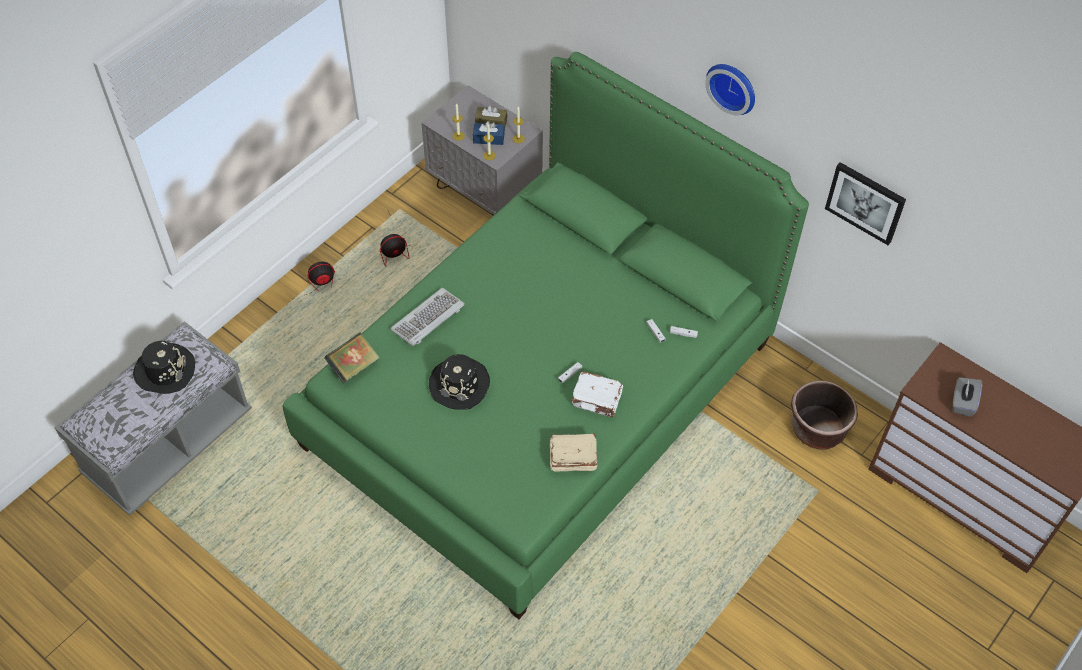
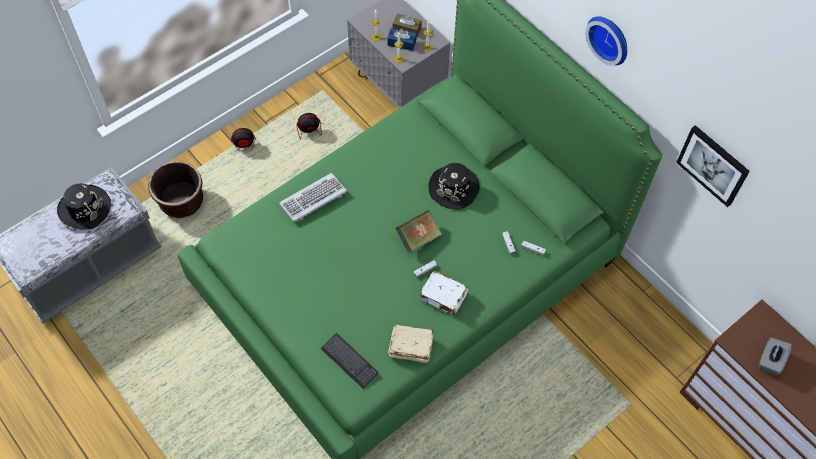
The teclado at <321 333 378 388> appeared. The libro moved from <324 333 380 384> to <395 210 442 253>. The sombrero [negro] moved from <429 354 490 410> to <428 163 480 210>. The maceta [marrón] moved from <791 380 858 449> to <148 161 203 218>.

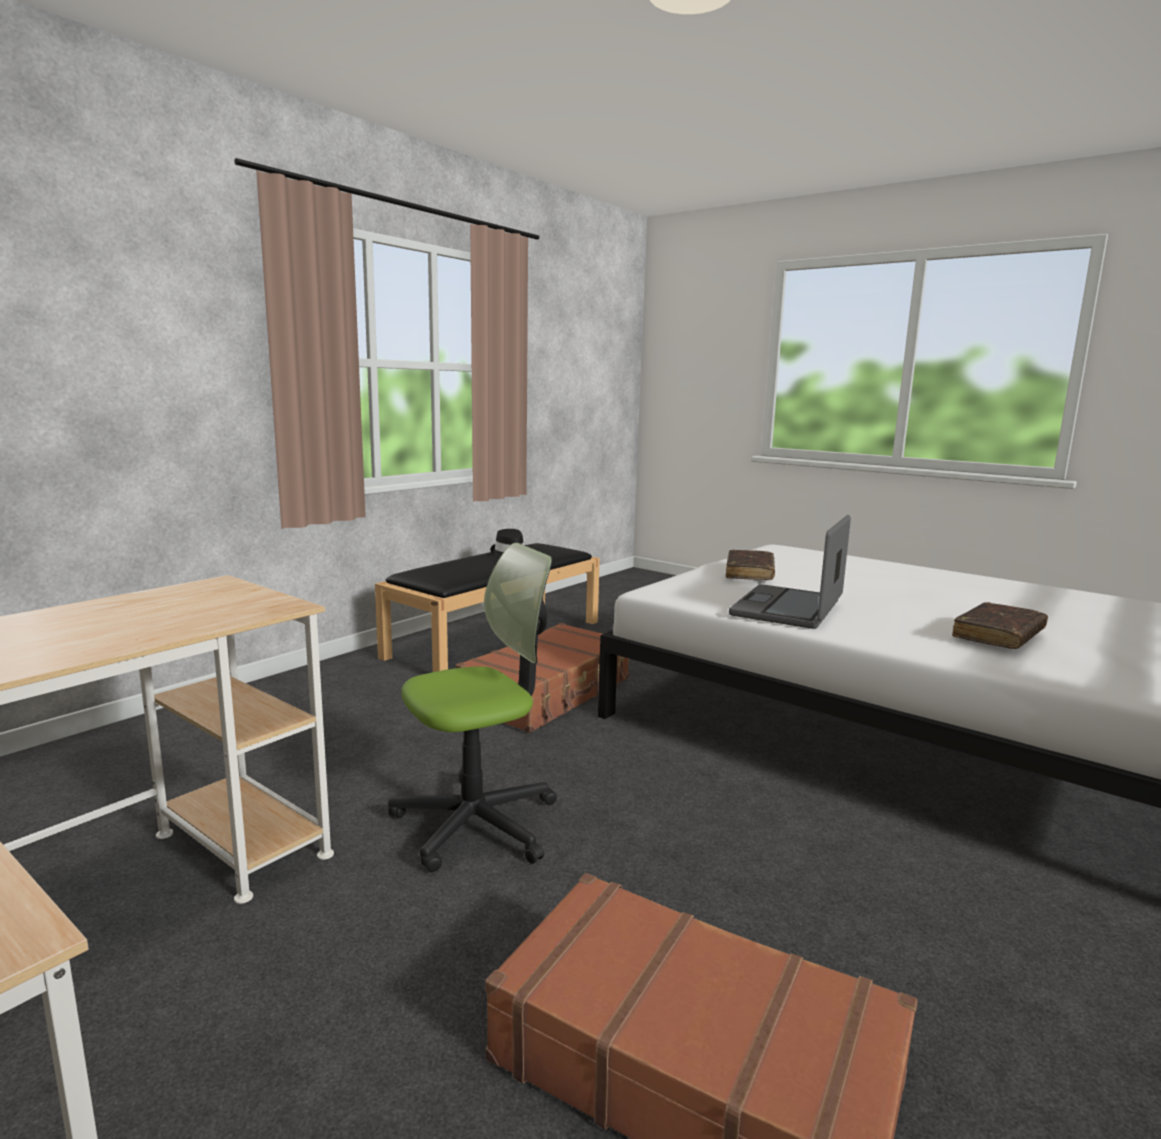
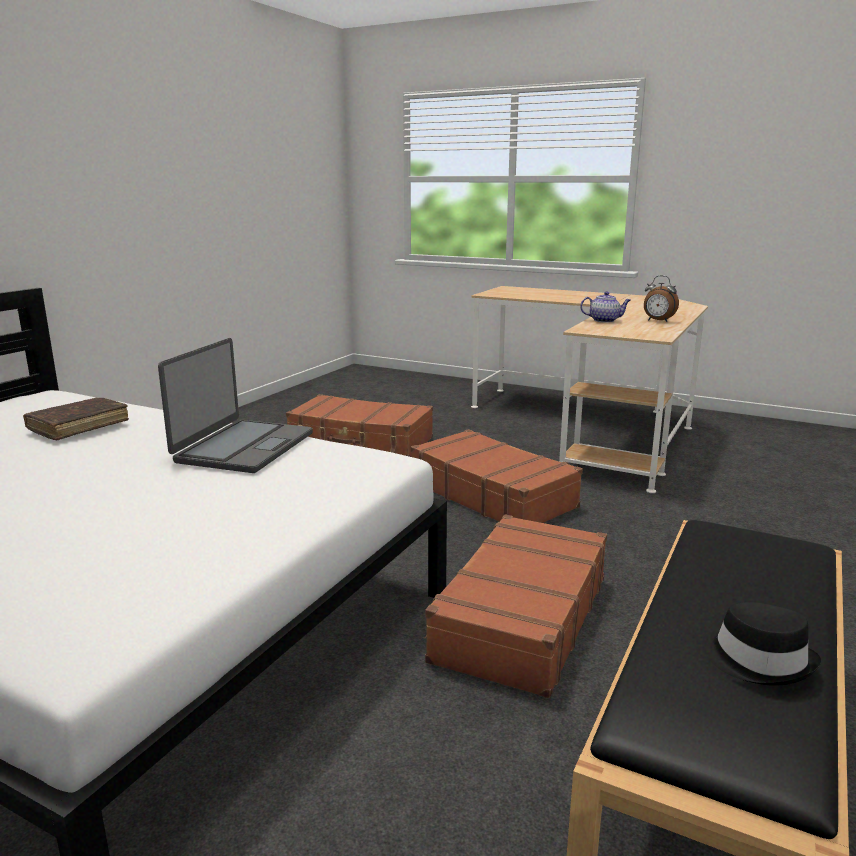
The libro [marrón] at <726 550 775 580> disappeared. The tetera at <580 291 631 323> appeared. The despertador at <644 275 679 322> appeared. The silla de oficina at <388 543 557 872> was replaced by the maleta [marrón] at <411 429 583 523>.

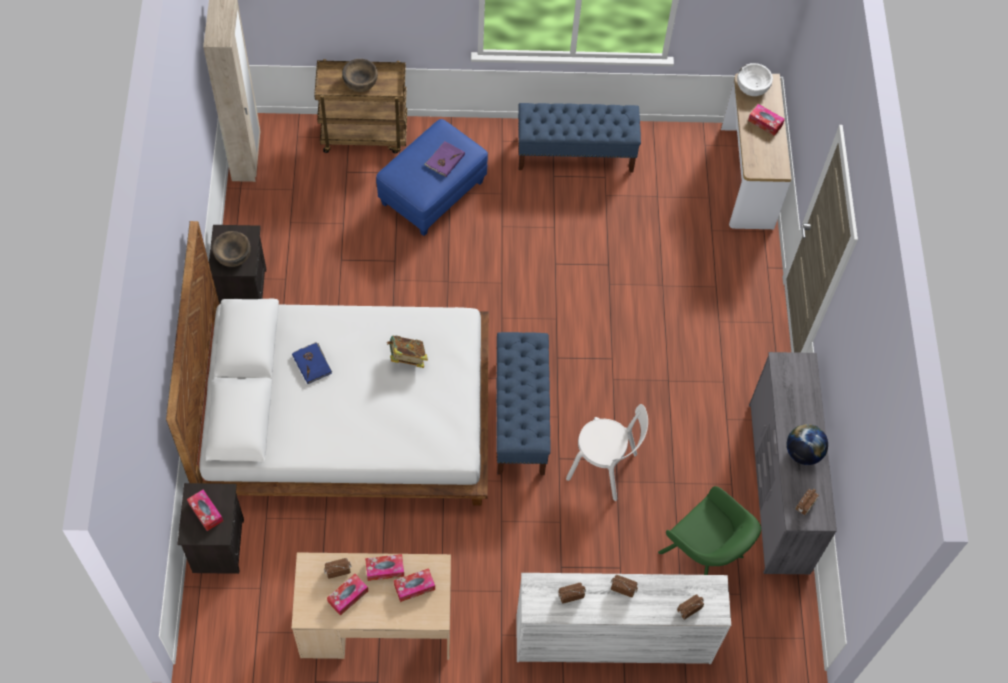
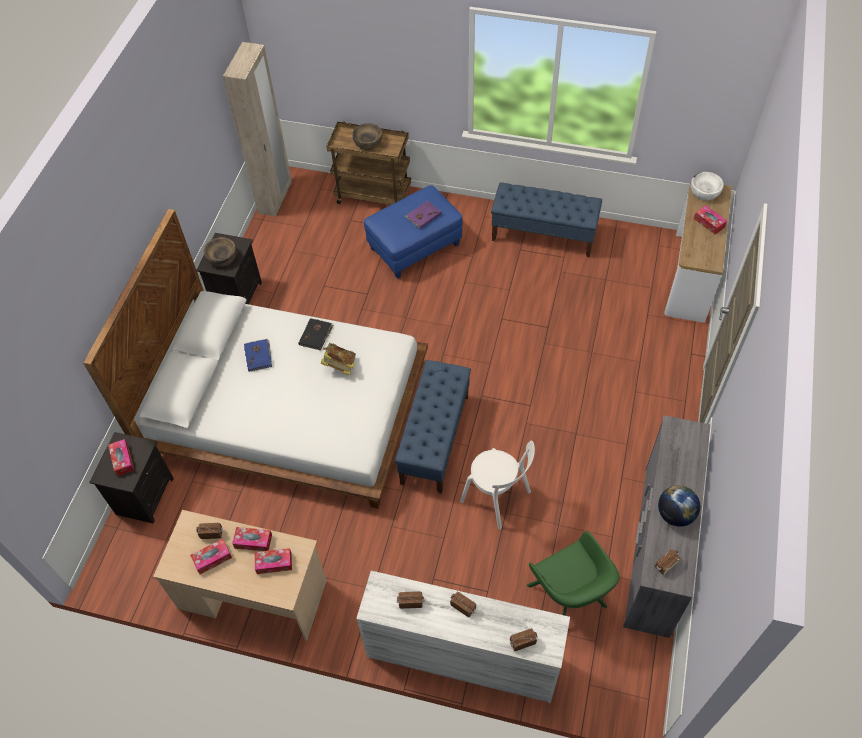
The libro [negro] at <299 318 334 350> appeared.

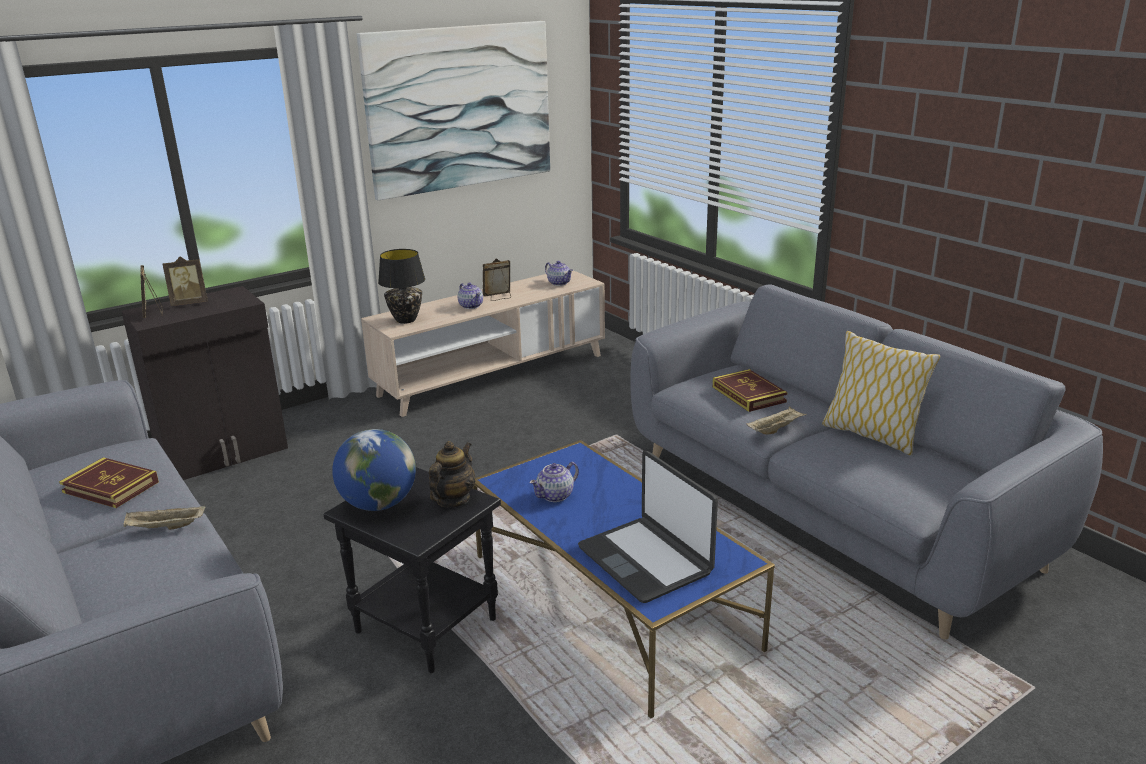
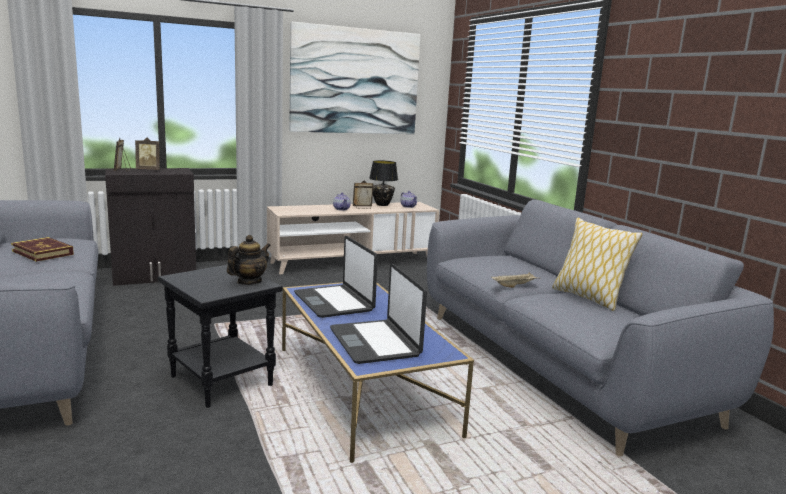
The bandeja [beis] at <124 505 205 530> disappeared. The globo terráqueo at <332 429 416 511> disappeared. The libro at <713 369 787 412> disappeared. The lámpara de mesa [negro] moved from <378 249 425 324> to <369 160 398 206>. The tetera at <529 462 579 502> was replaced by the portátil at <294 236 378 318>.

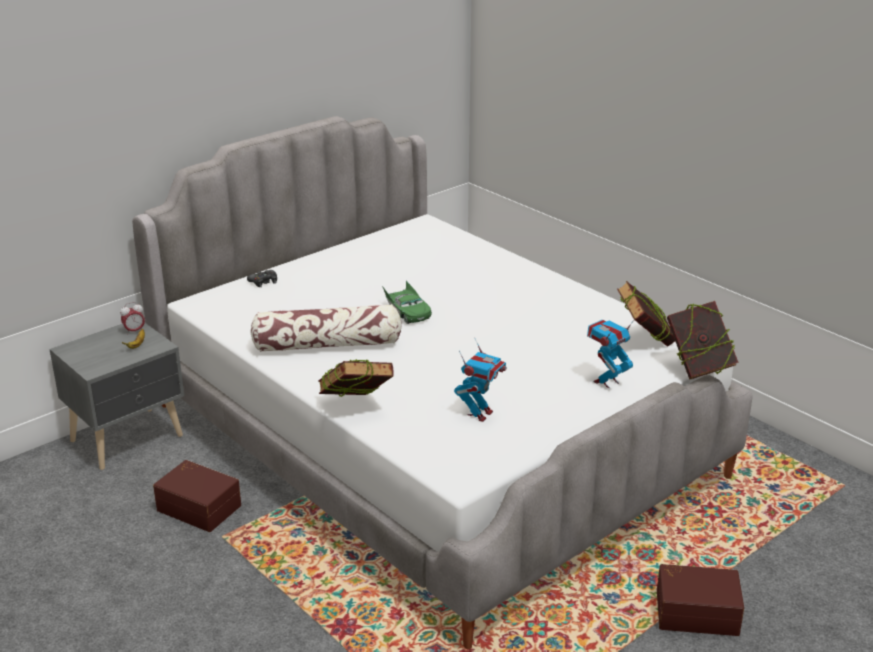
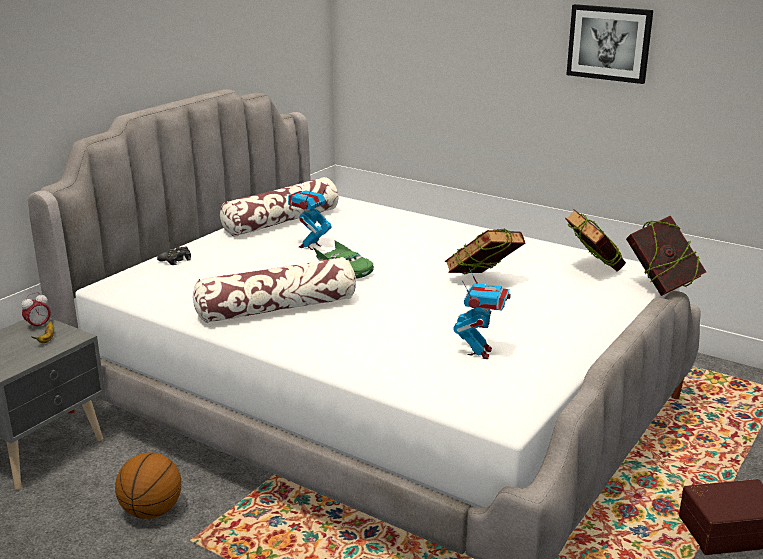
The cojín at <220 177 339 237> appeared. The cuadro at <566 4 653 84> appeared. The libro moved from <318 359 394 397> to <445 228 525 274>. The robot de juguete moved from <587 319 635 388> to <288 183 331 250>. The caja de almacenaje [marrón] at <153 460 241 532> was replaced by the balón de baloncesto at <115 452 182 519>.

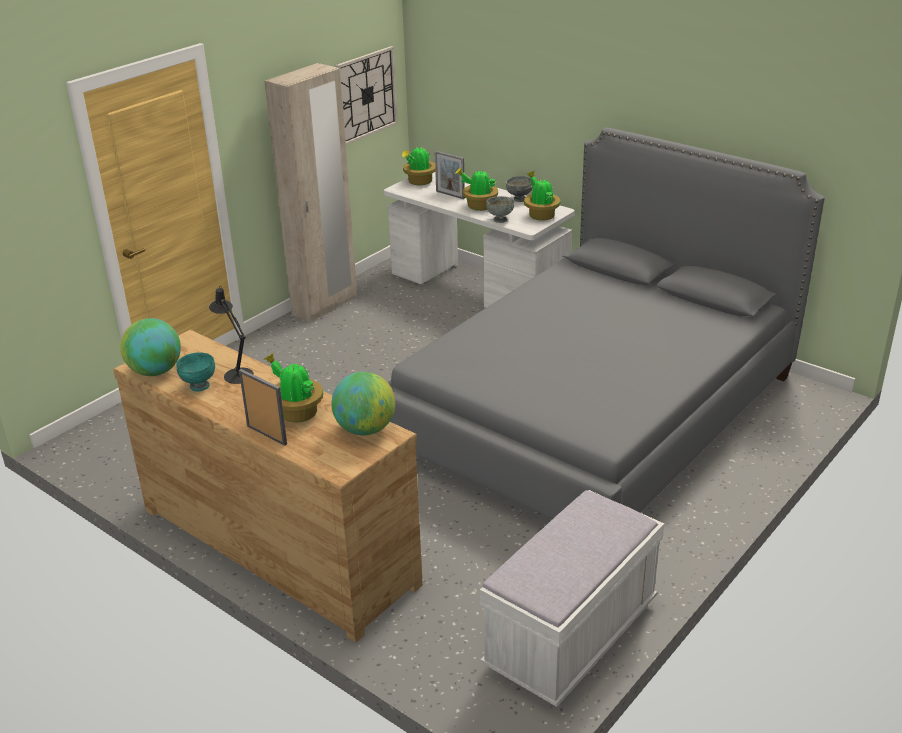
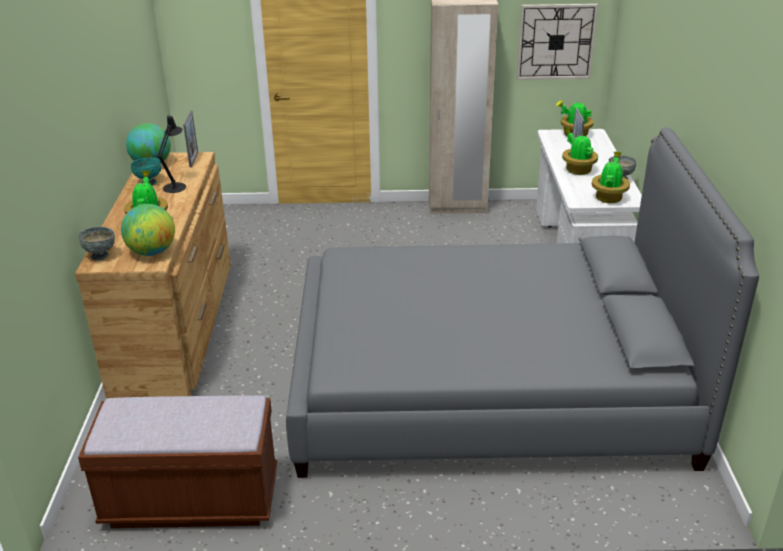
The portarretratos moved from <239 369 287 445> to <183 111 198 167>. The cuenco [gris] moved from <486 196 514 223> to <79 227 115 261>. The banco [blanco] at <480 490 664 707> became the banco [marrón] at <78 395 277 528>.

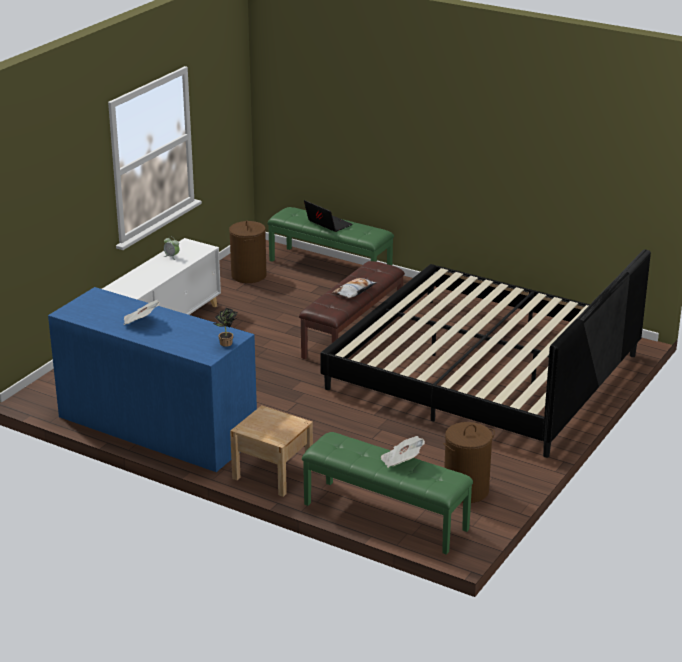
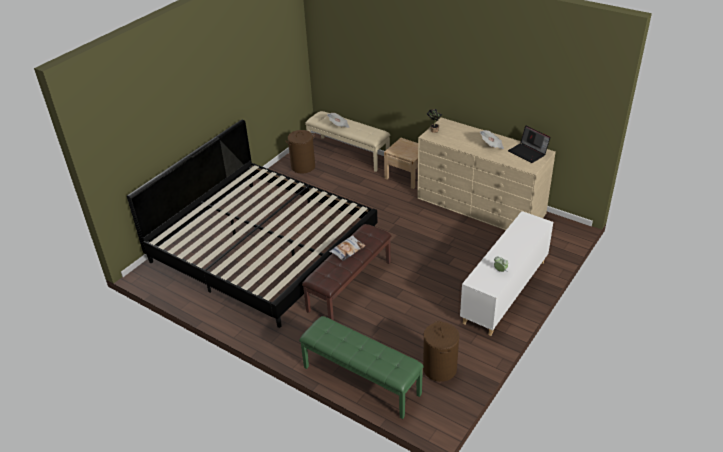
The portátil moved from <304 200 352 232> to <508 125 550 163>. The cómoda [azul] at <48 287 257 472> became the cómoda [beis] at <417 118 556 230>. The banco [verde] at <302 432 473 555> became the banco [beis] at <305 111 390 172>.

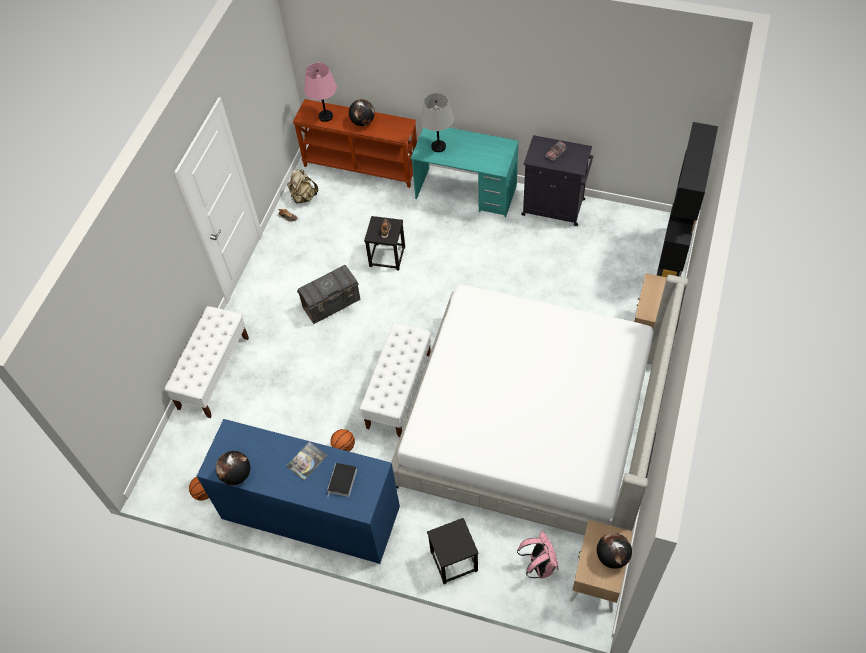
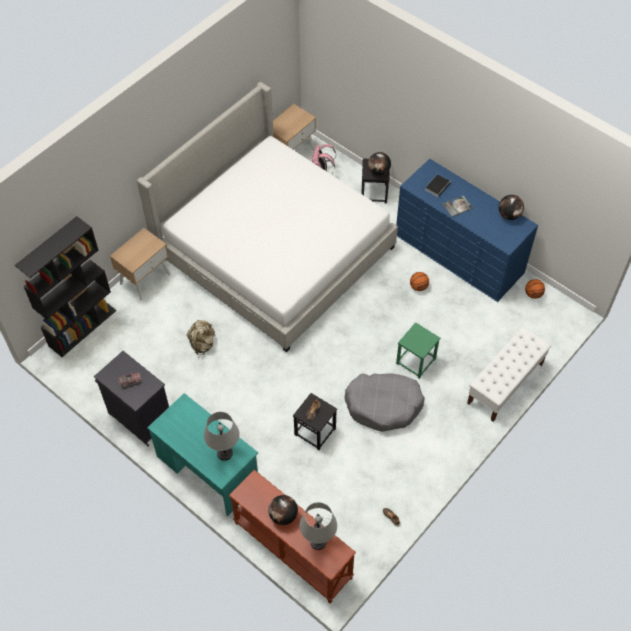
The banco [blanco] at <360 323 431 437> disappeared. The taburete [verde] at <396 322 440 379> appeared. The mochila [beis] moved from <287 169 318 204> to <187 320 216 355>. The globo terráqueo moved from <597 533 632 569> to <368 152 391 176>. The caja de almacenaje [gris] at <297 265 361 324> was replaced by the cama para perro [gris] at <344 373 425 432>. The lámpara de mesa [rosa] at <304 63 337 122> became the lámpara de mesa [gris] at <300 502 337 550>.

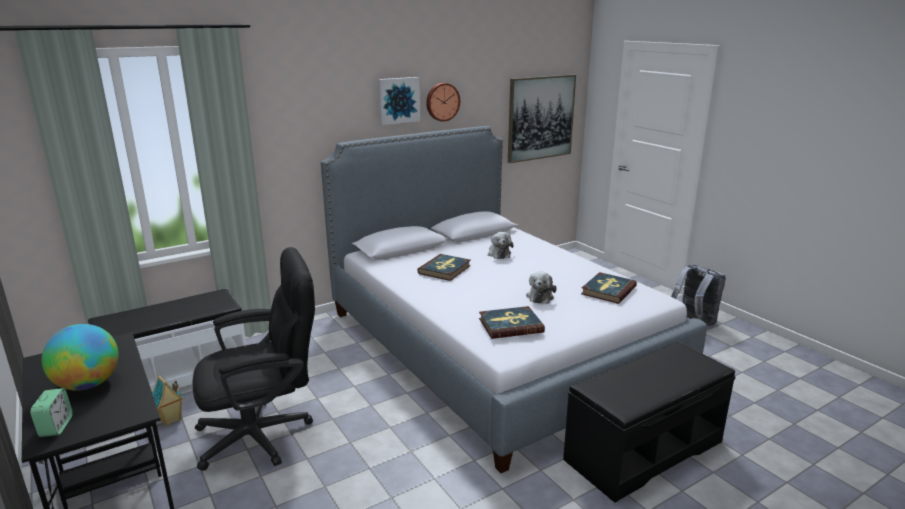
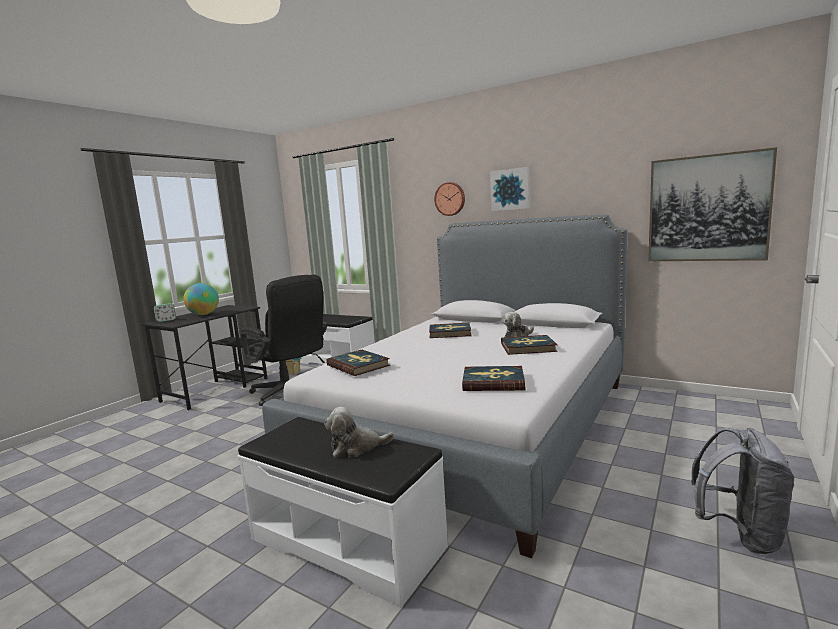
The libro at <501 335 557 355> appeared. The reloj de pared moved from <426 83 460 122> to <434 182 465 216>. The peluche moved from <526 271 557 304> to <324 407 394 457>. The banco [negro] at <563 342 735 503> became the banco [blanco] at <238 417 448 608>.

